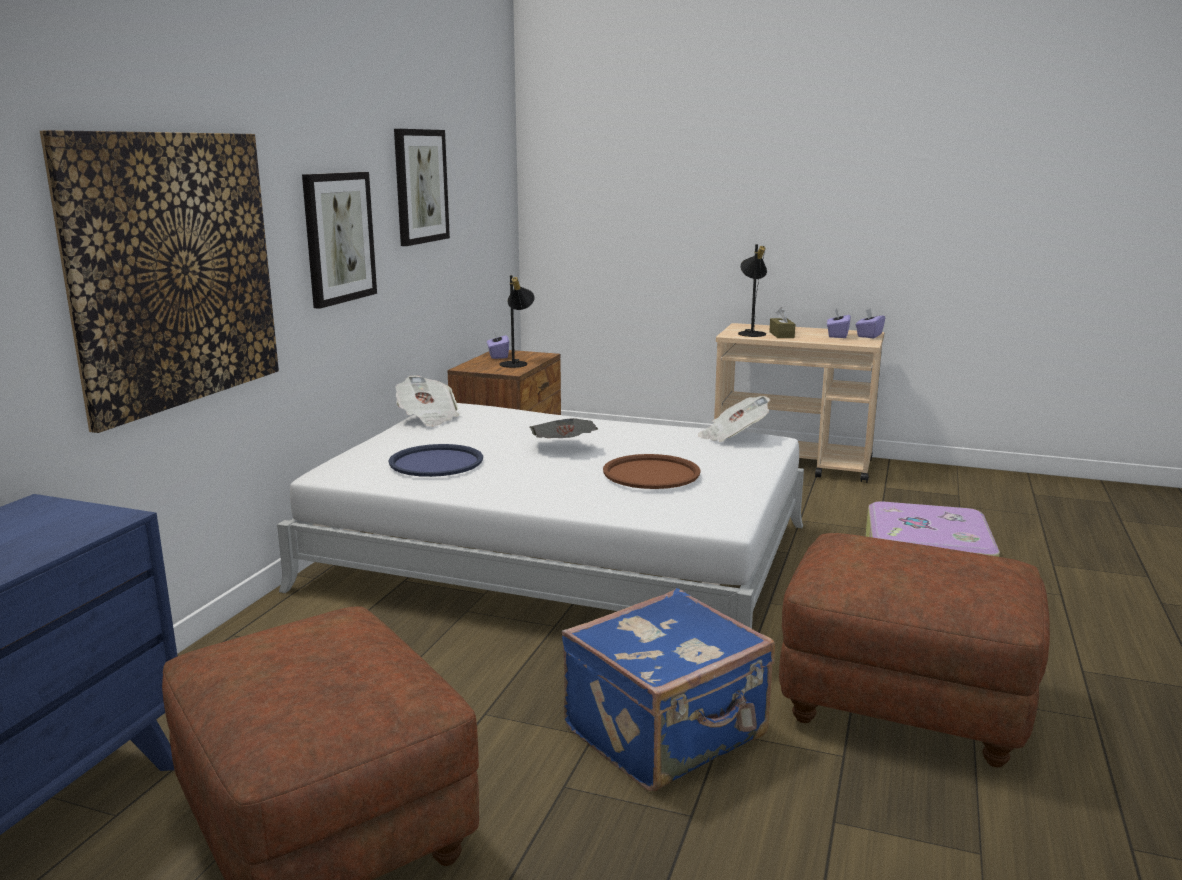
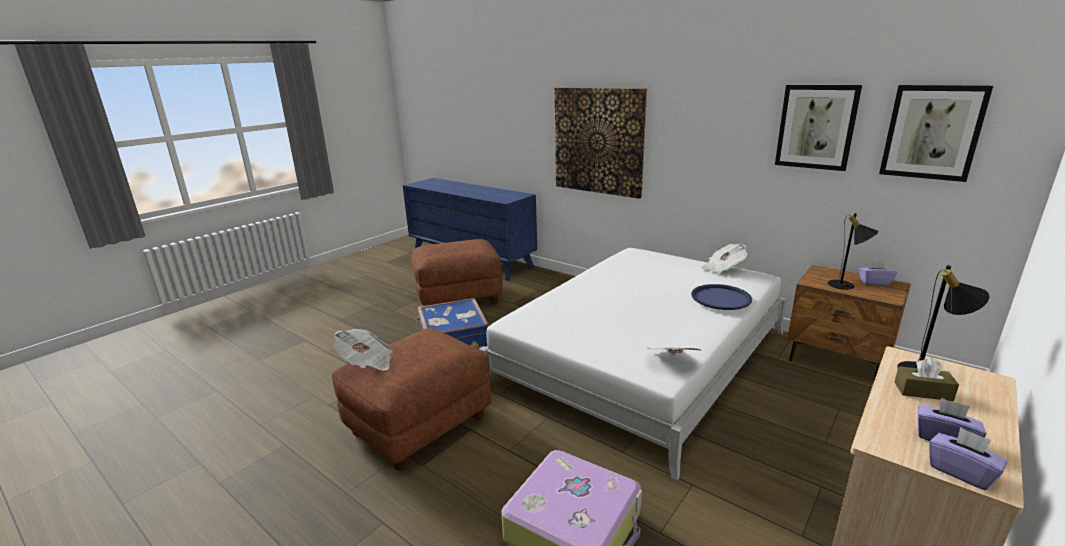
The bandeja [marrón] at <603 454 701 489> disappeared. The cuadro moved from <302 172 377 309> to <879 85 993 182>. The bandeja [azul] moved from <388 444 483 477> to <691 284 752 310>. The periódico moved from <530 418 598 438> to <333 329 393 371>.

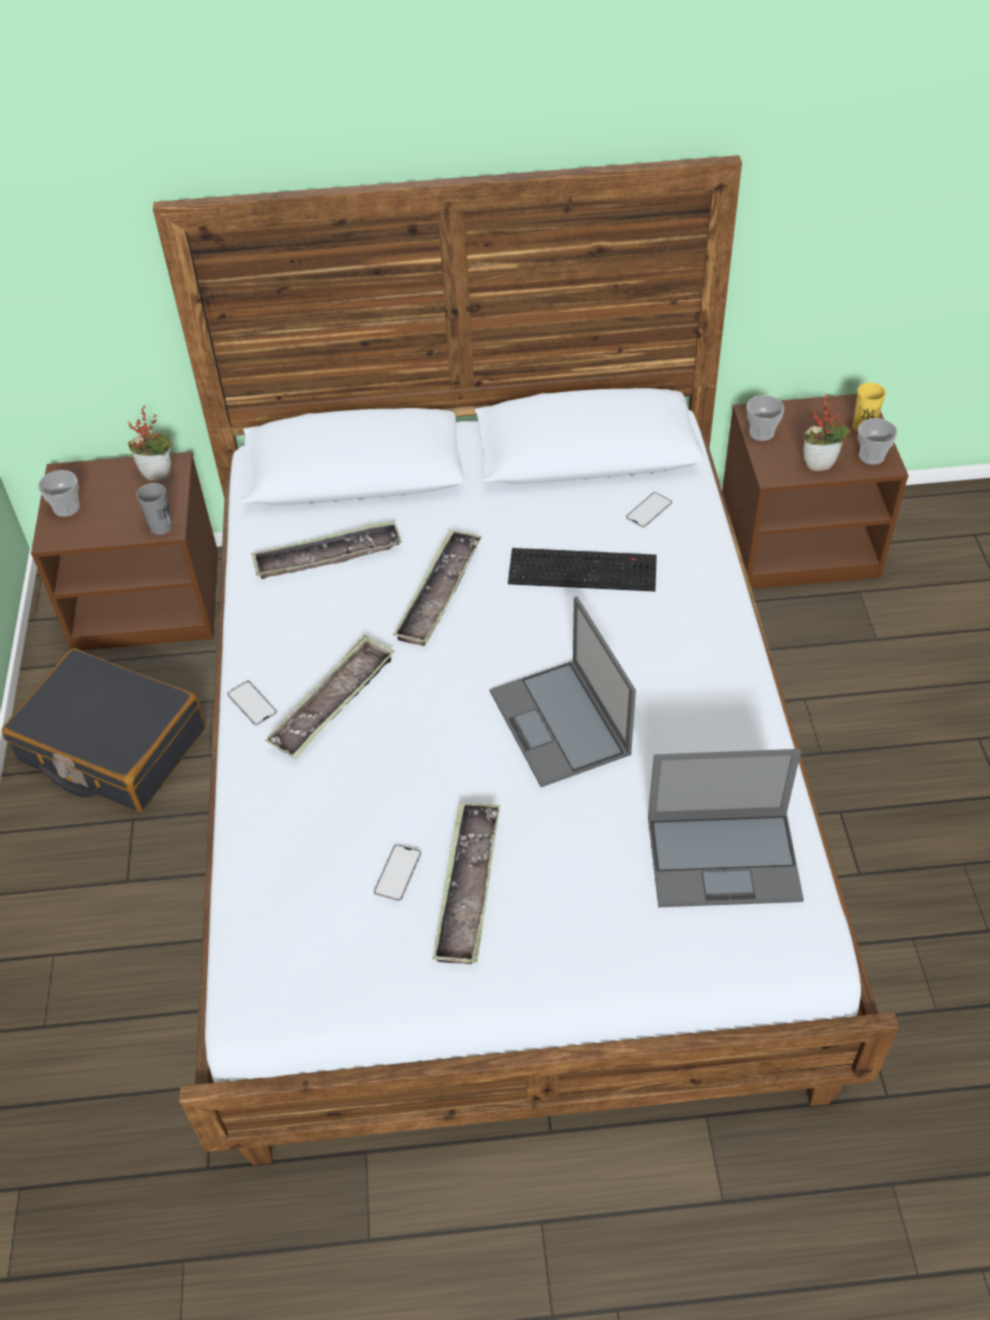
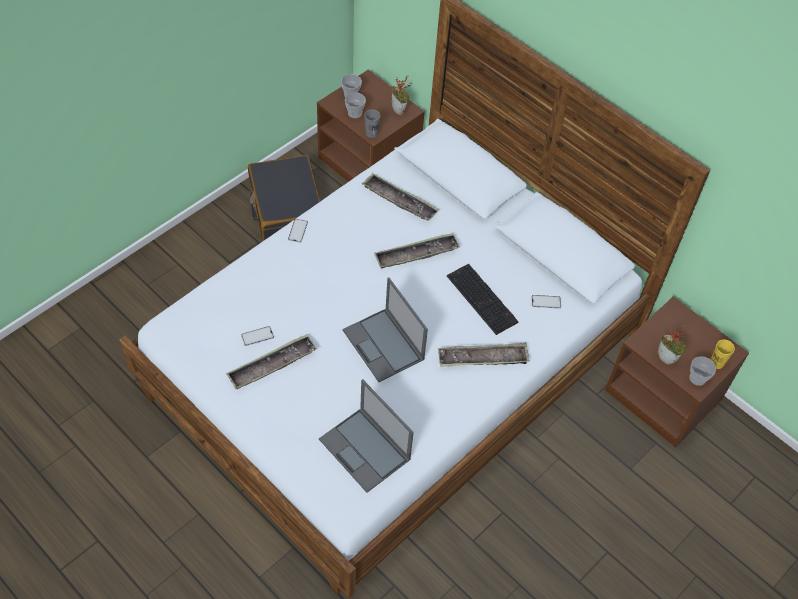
The bandeja moved from <265 635 395 759> to <438 343 530 367>. The taza moved from <747 395 784 441> to <345 92 366 118>. The portátil at <490 596 636 787> turned 60 degrees counterclockwise.

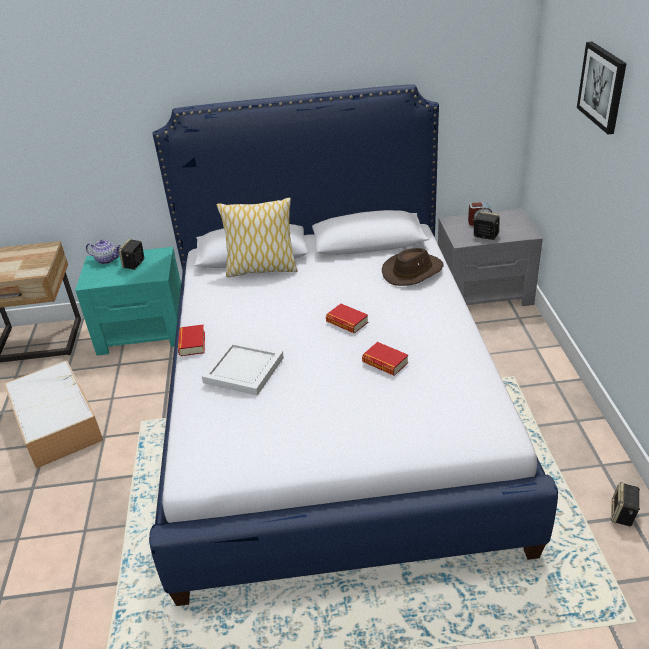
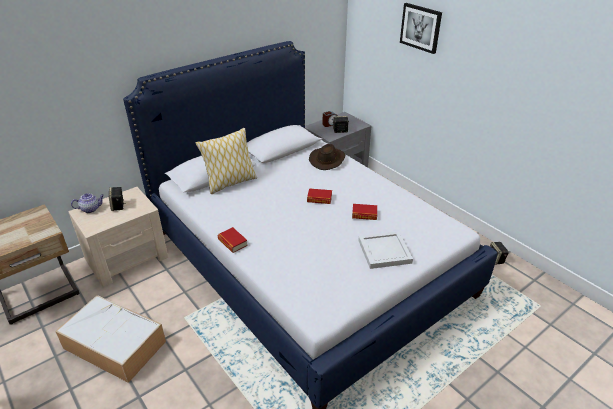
The bandeja [blanco] moved from <202 341 284 396> to <358 231 413 269>. The mesita de noche [turquesa] at <75 247 181 355> became the mesita de noche [beis] at <68 187 168 287>.

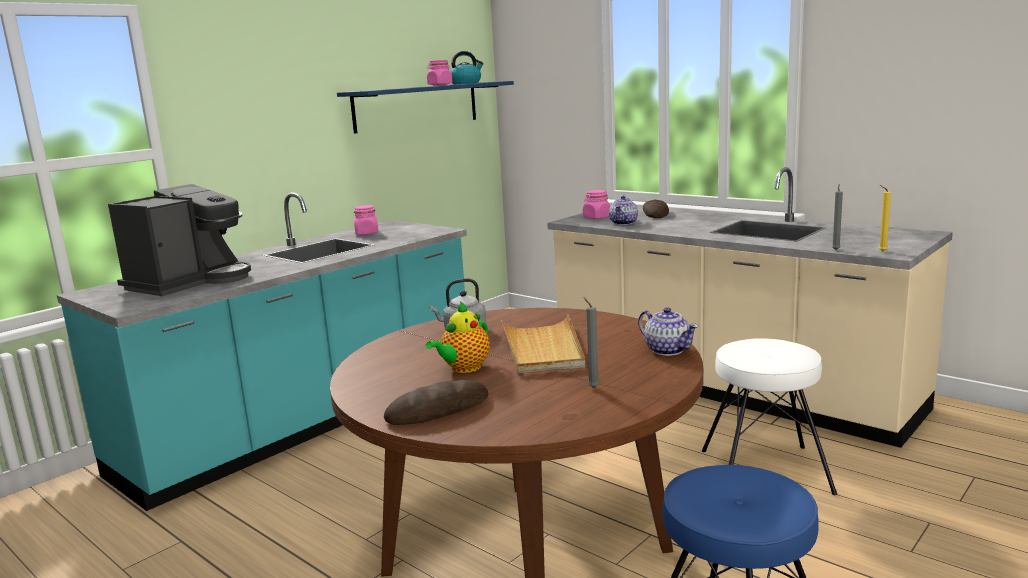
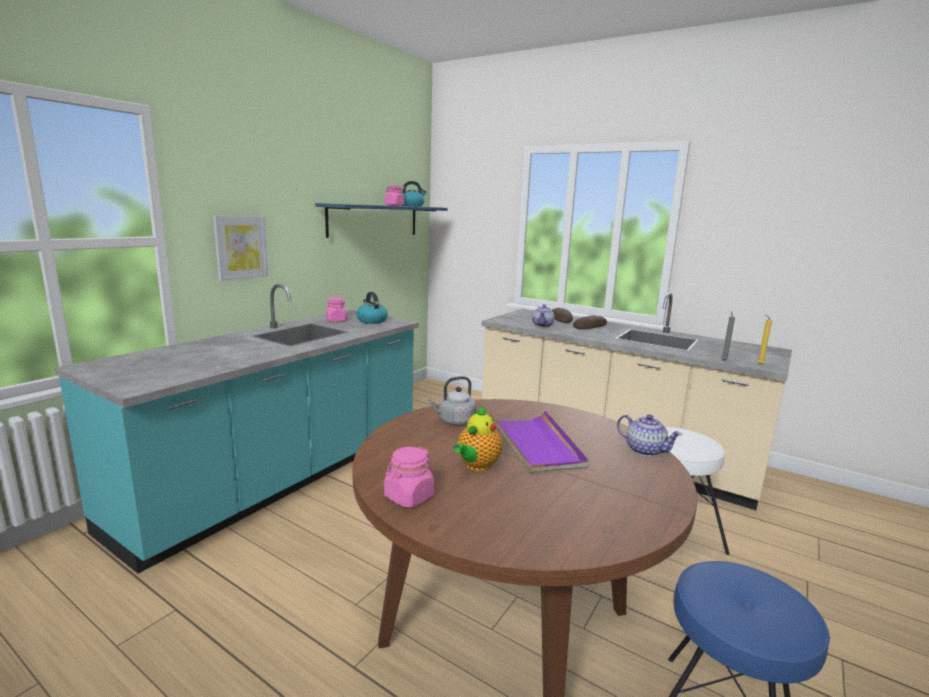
The cafetera at <108 184 251 296> disappeared. The vela [gris] at <583 297 599 388> disappeared. The cuadro at <213 216 268 281> appeared. The hervidor at <357 292 388 324> appeared. The pan moved from <384 380 489 425> to <573 315 607 329>. The tarro [rosa] moved from <583 190 610 219> to <384 447 434 508>. The bandeja [beis] at <501 314 585 374> became the bandeja [morado] at <490 410 589 473>.

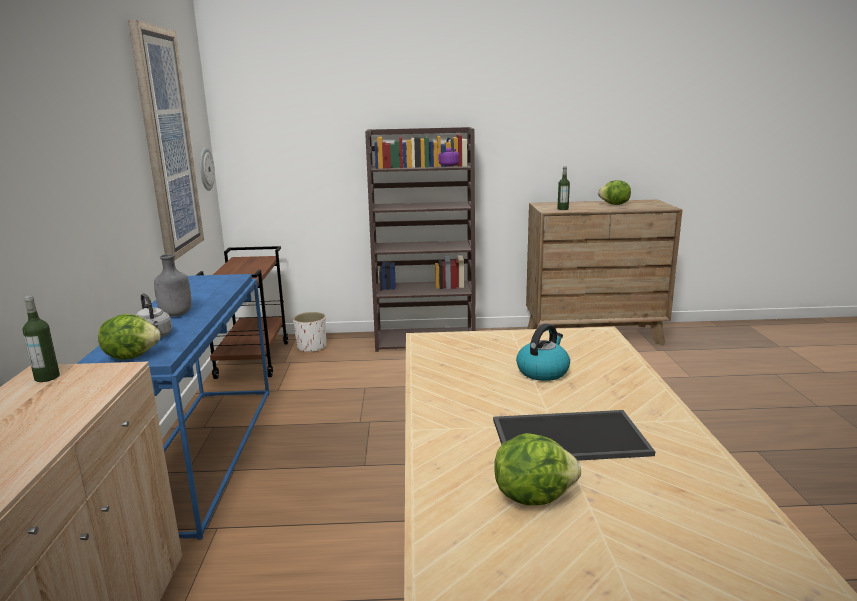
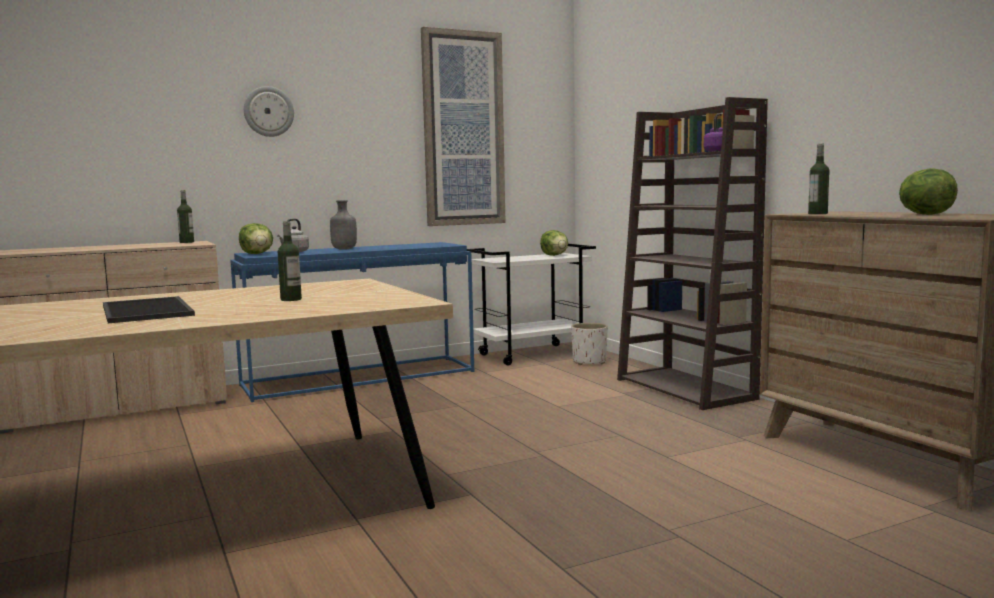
The reloj de pared moved from <200 148 215 191> to <244 86 294 137>. The lechuga moved from <494 433 581 505> to <540 230 568 256>. The hervidor at <516 324 570 381> was replaced by the botella at <278 221 302 301>. The carrito [marrón] at <195 246 288 379> became the carrito [blanco] at <467 244 596 366>.

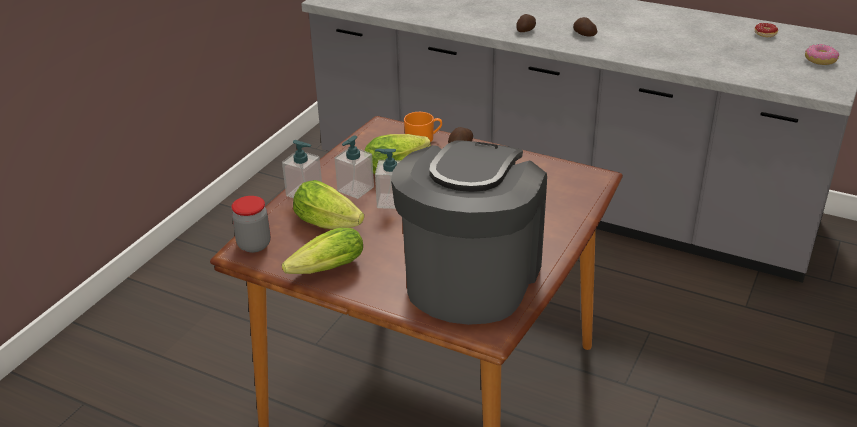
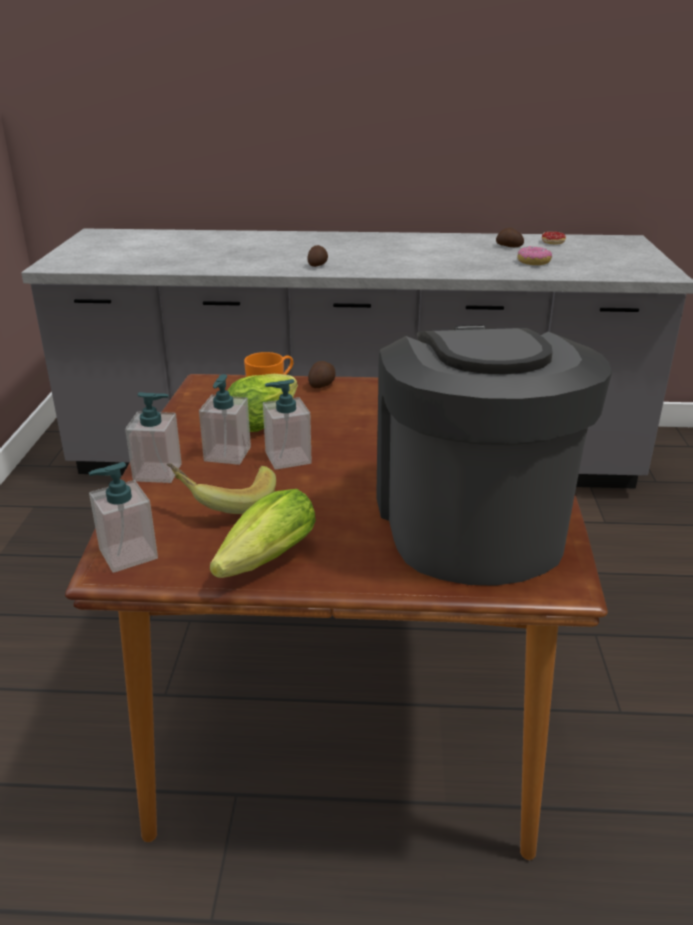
The patata moved from <573 17 597 37> to <496 228 524 247>. The rosquilla moved from <805 44 839 65> to <518 246 552 265>. The tarro at <232 196 271 253> was replaced by the dispensador de jabón at <89 462 158 573>. The lechuga at <293 180 364 229> was replaced by the plátano at <167 463 276 514>.

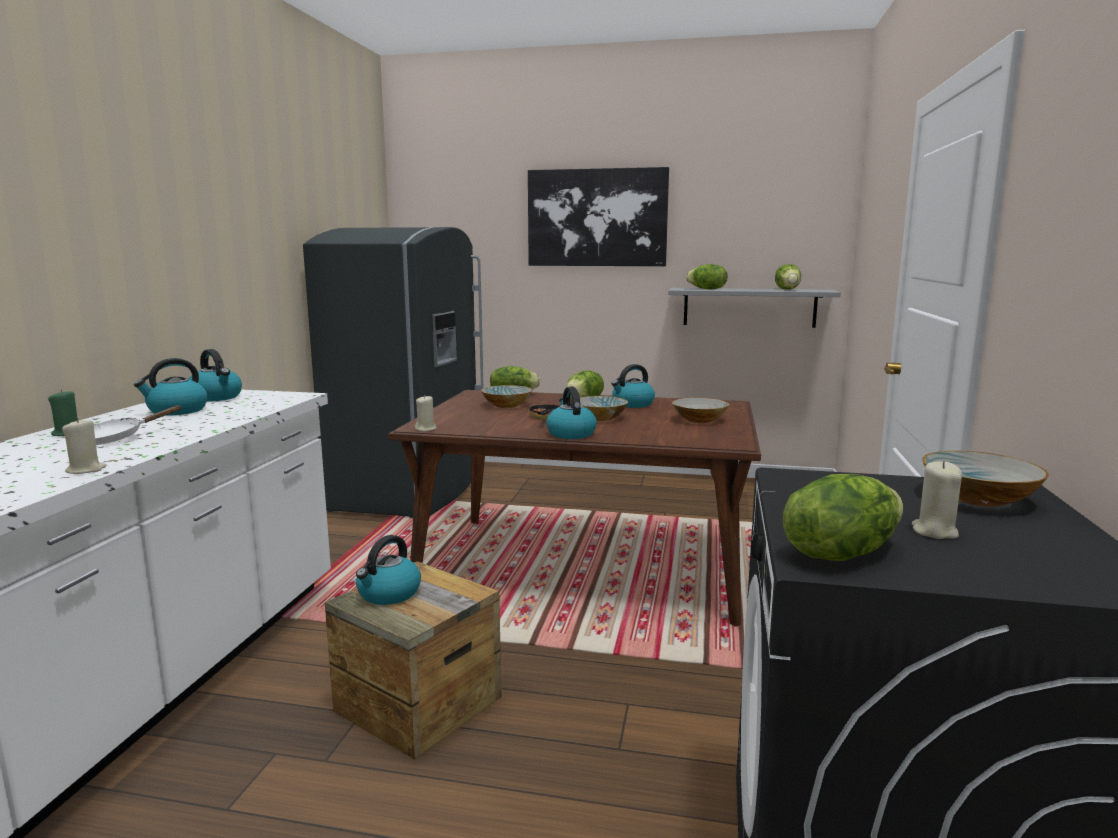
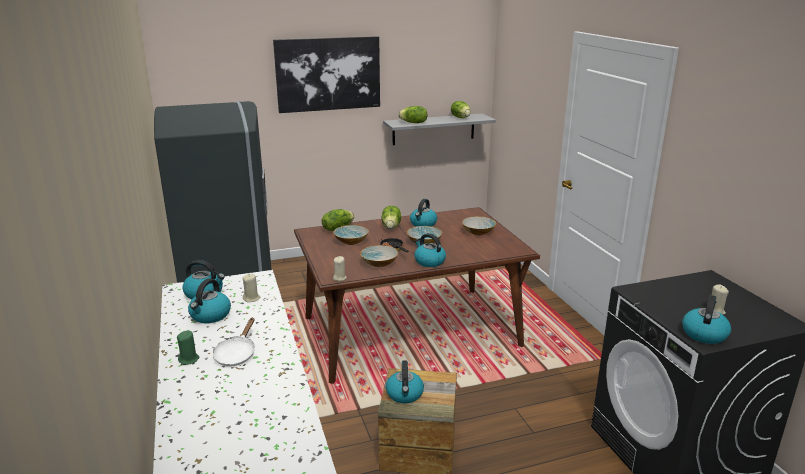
The vela [beis] moved from <62 418 106 474> to <243 273 260 302>. The cuenco moved from <922 451 1049 507> to <360 245 398 267>. The lechuga at <782 474 903 561> was replaced by the hervidor at <682 295 731 344>.

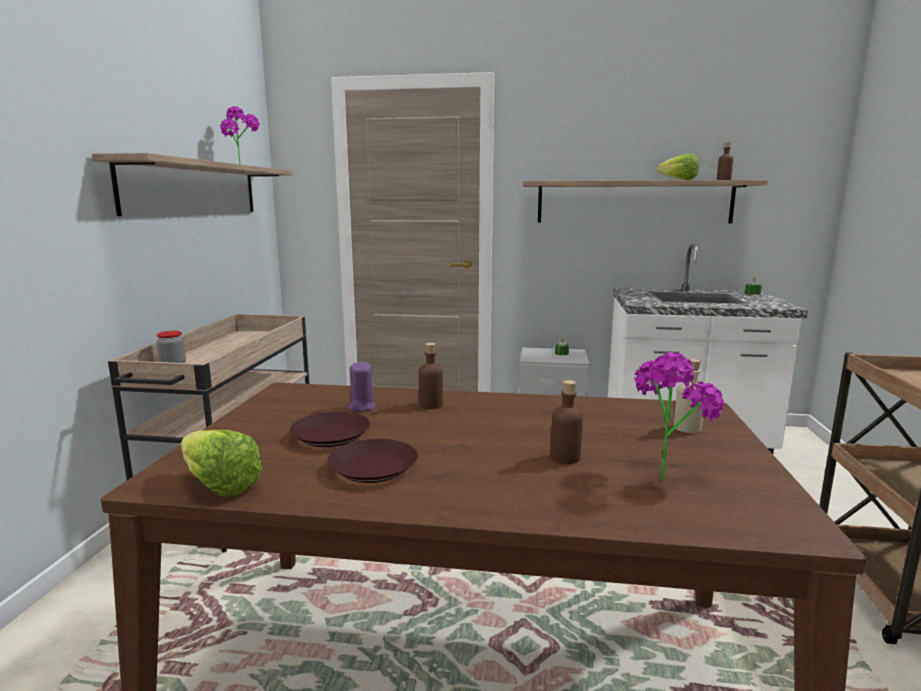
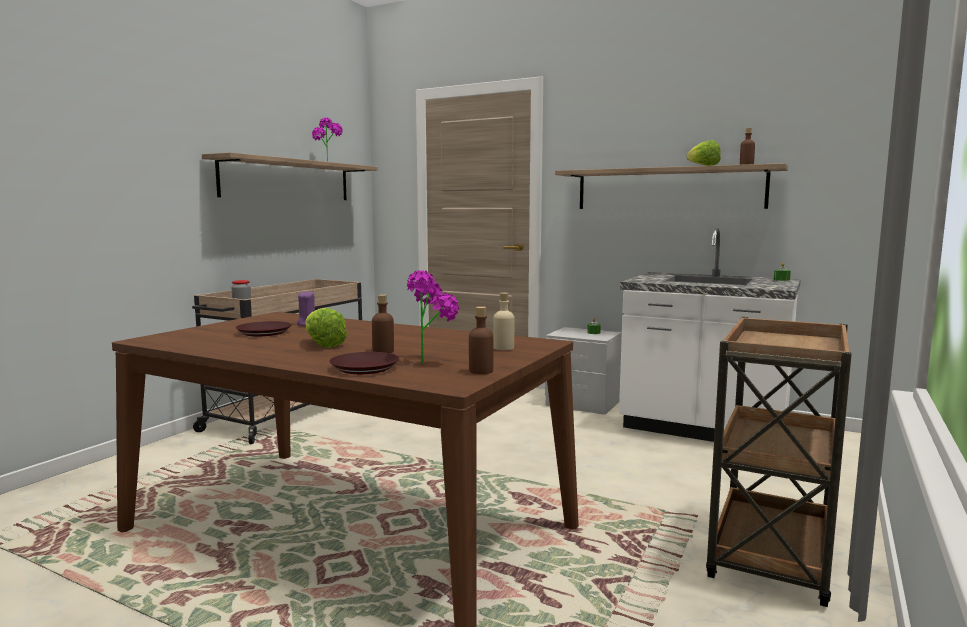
The lechuga moved from <181 430 262 497> to <305 308 347 348>. The plato [marrón] moved from <327 439 418 483> to <329 352 399 374>. The botella [marrón] moved from <419 343 443 409> to <469 306 493 374>.

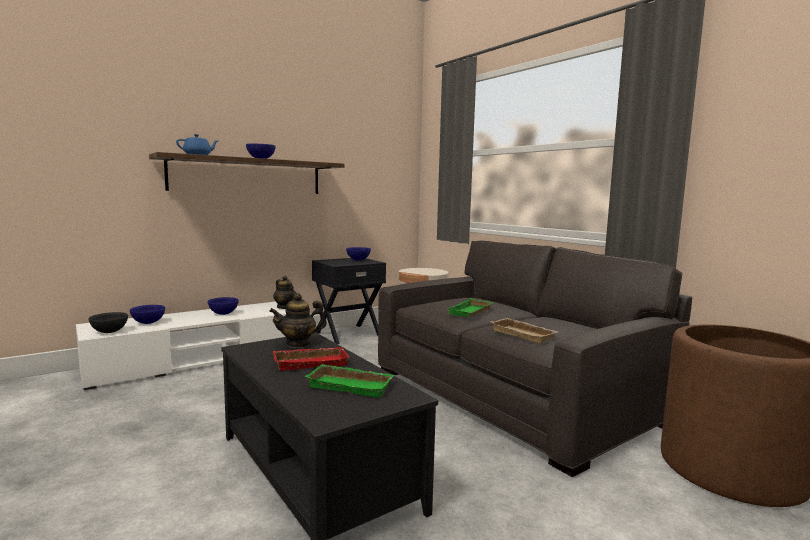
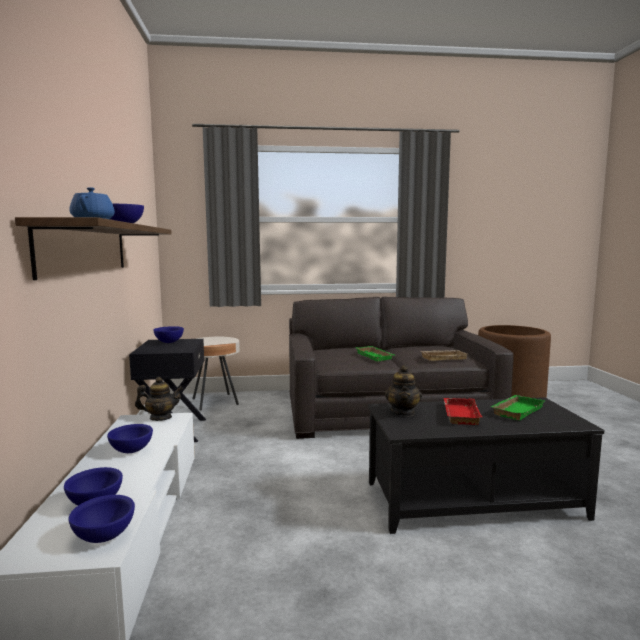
The cuenco [negro] at <89 312 128 333> became the cuenco [azul] at <68 495 135 543>.

